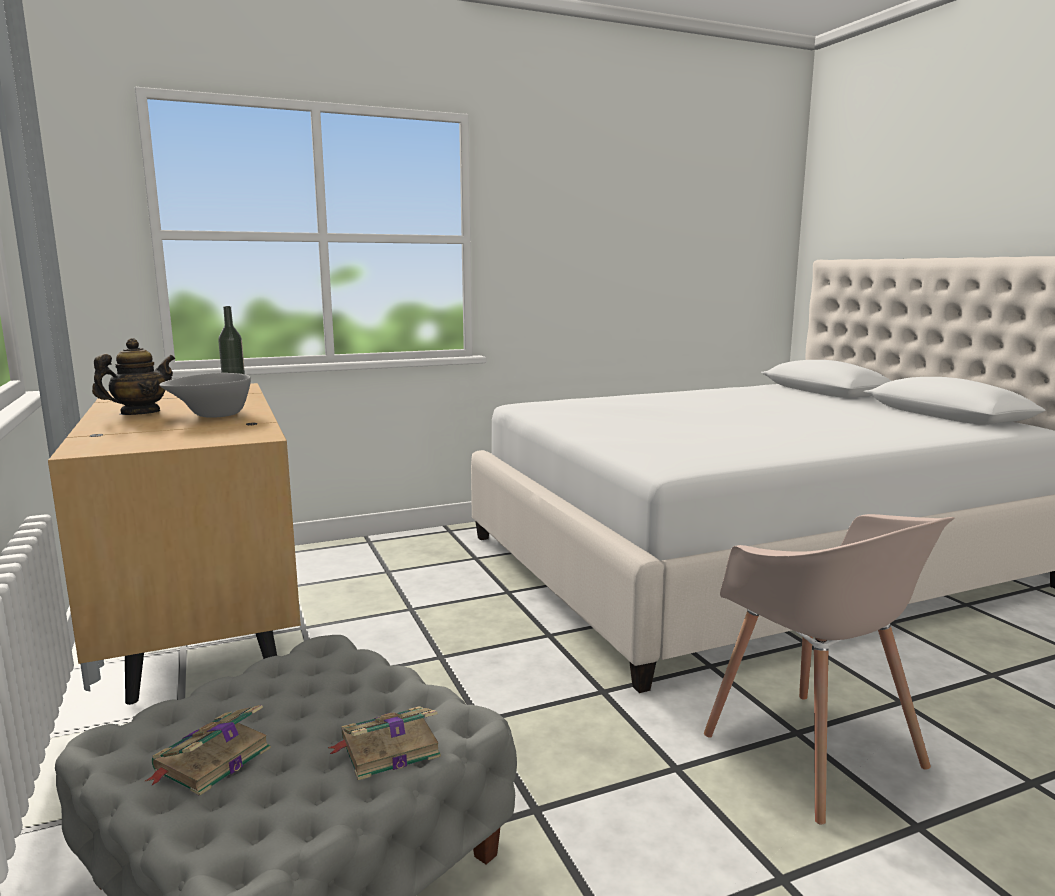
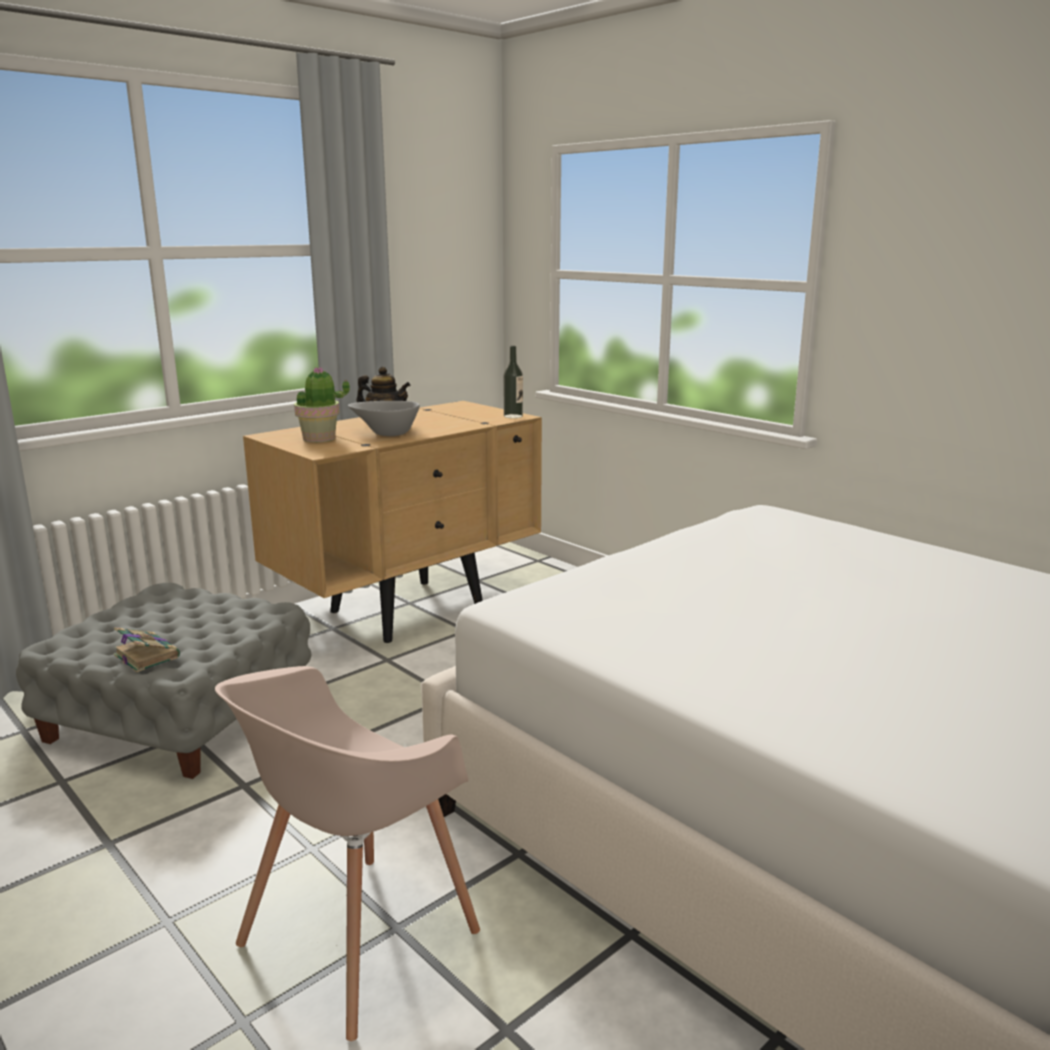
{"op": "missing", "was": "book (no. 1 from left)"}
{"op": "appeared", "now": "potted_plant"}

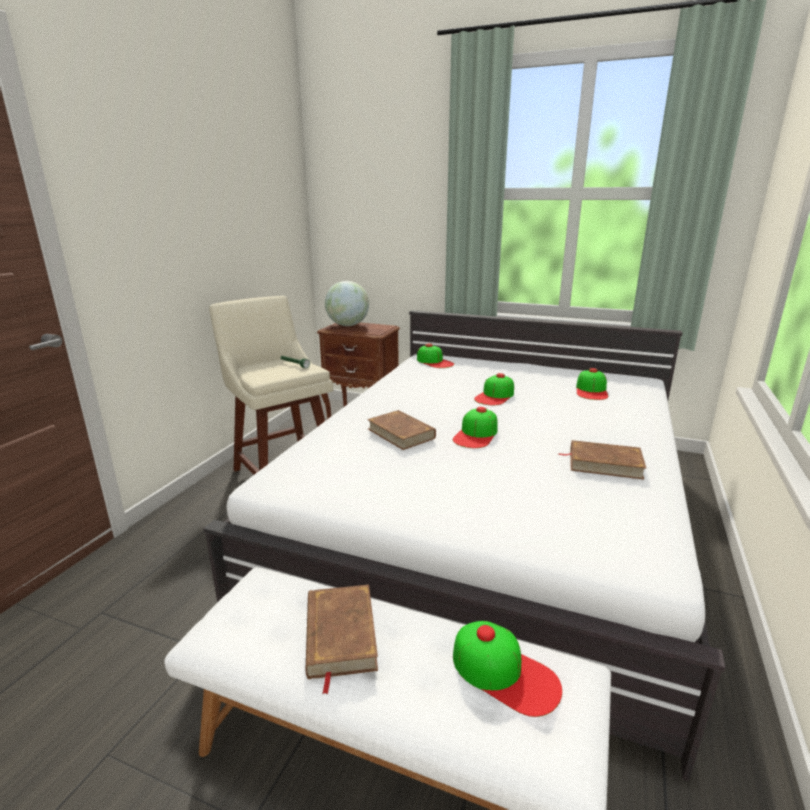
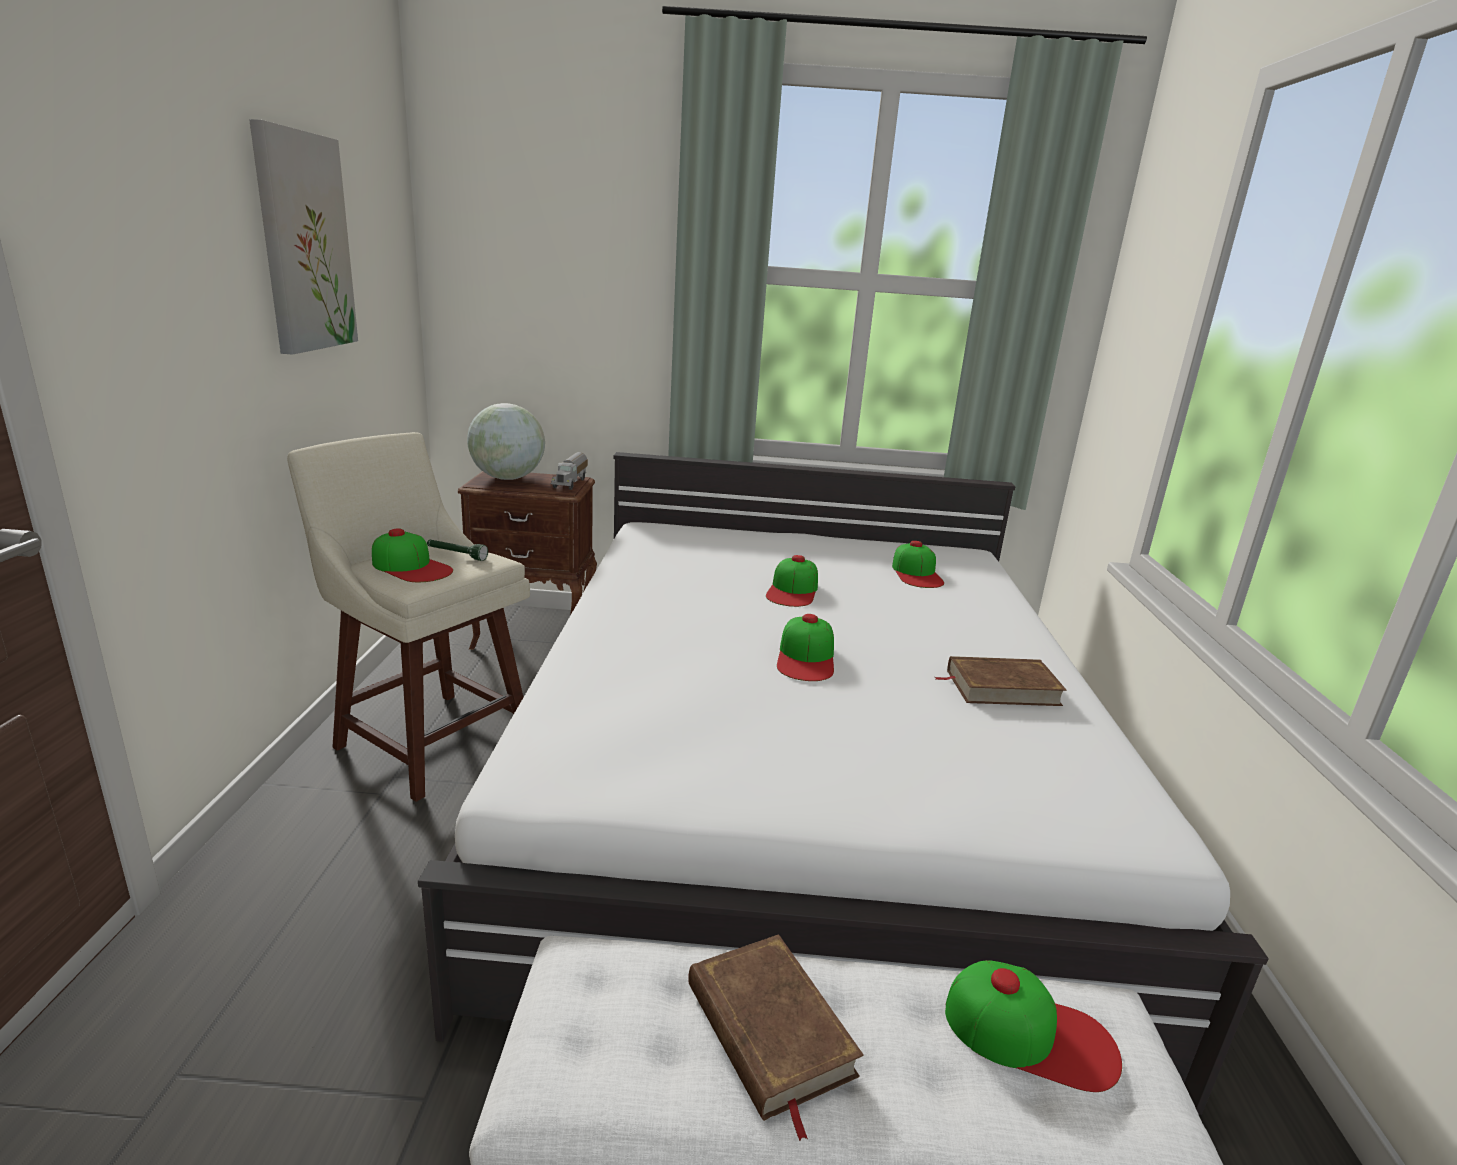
{"op": "missing", "was": "brown_book (no. 2 from left)"}
{"op": "appeared", "now": "wall_picture"}
{"op": "appeared", "now": "model_truck"}
{"op": "relocated", "was": "cap (no. 1 from left)"}

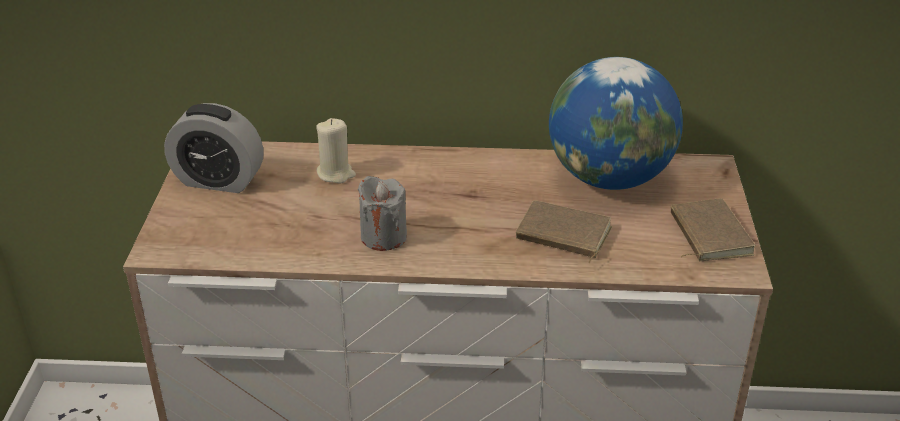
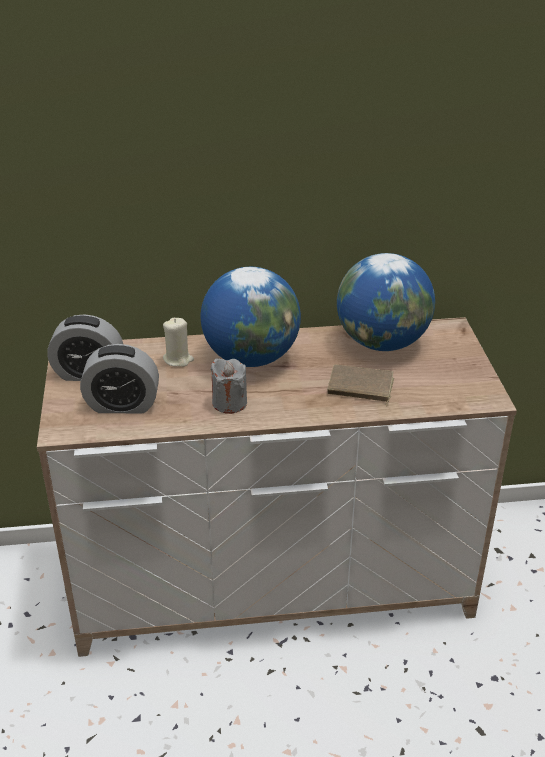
{"op": "missing", "was": "brown_book (no. 2 from left)"}
{"op": "appeared", "now": "alarm_clock (no. 2 from left)"}
{"op": "appeared", "now": "desk_globe (no. 1 from left)"}

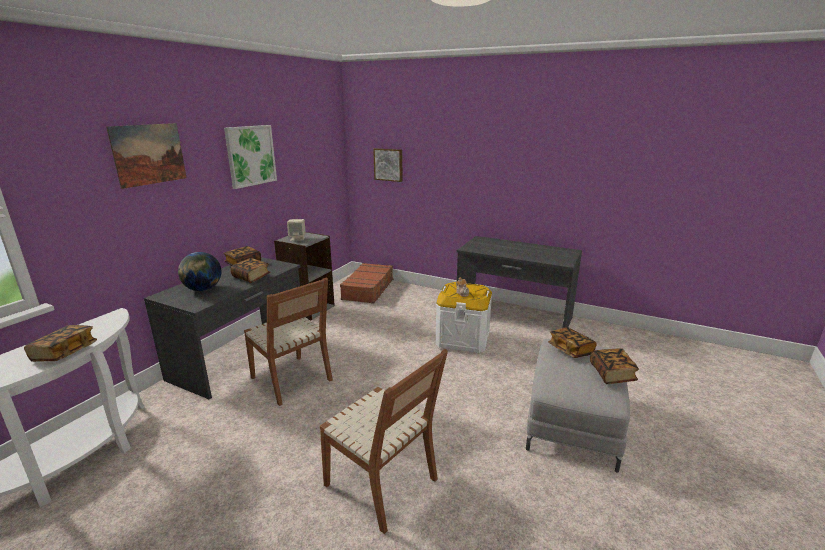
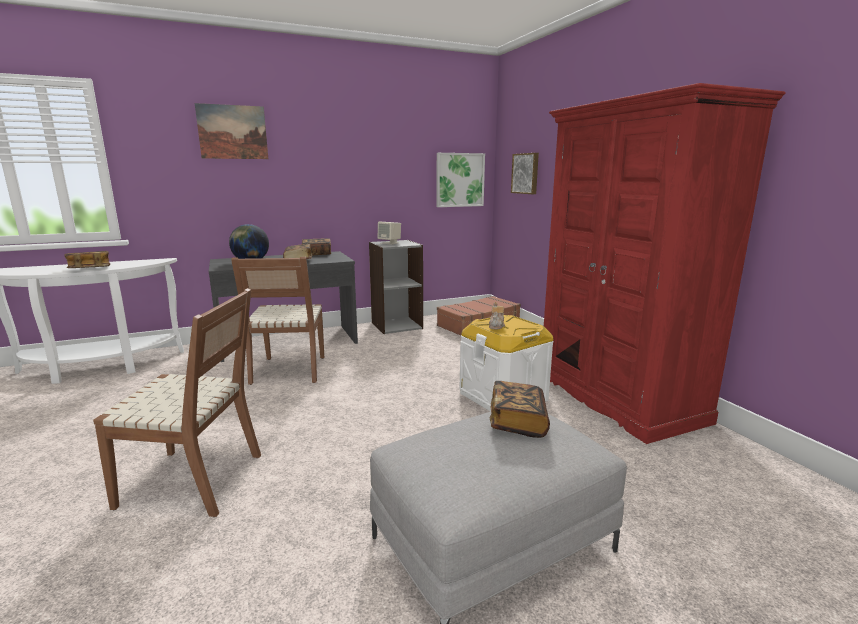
{"op": "missing", "was": "book (no. 5 from left)"}
{"op": "relocated", "was": "wall_picture (no. 2 from left)"}
{"op": "exchanged", "was": "grey_desk_unit (no. 2 from left)", "now": "reddish_armoire"}
{"op": "spun", "was": "plain_chair (no. 2 from left in the first image)", "clockwise": -75}

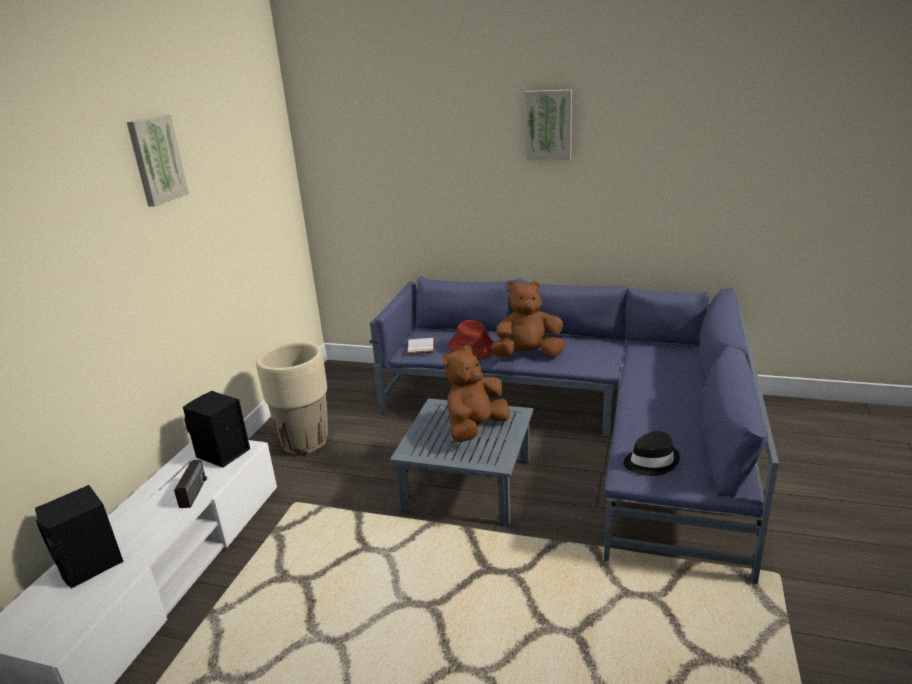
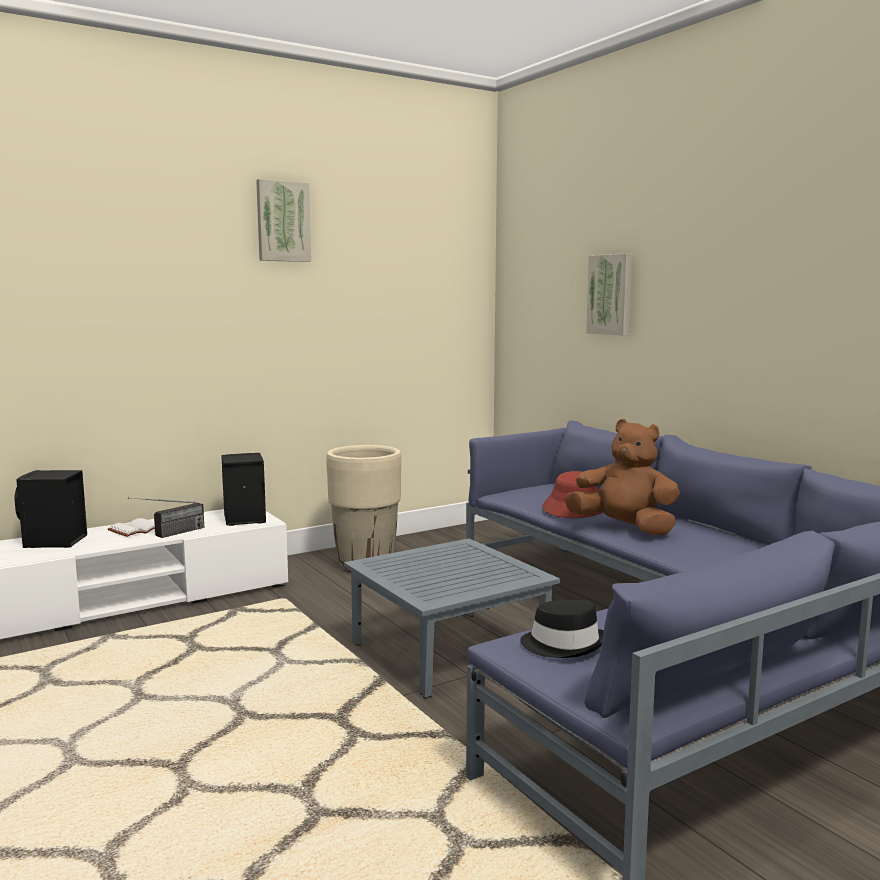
{"op": "missing", "was": "brown_cuddly_toy (no. 1 from left)"}
{"op": "relocated", "was": "whitish_book"}
{"op": "relocated", "was": "wall_picture (no. 2 from left)"}

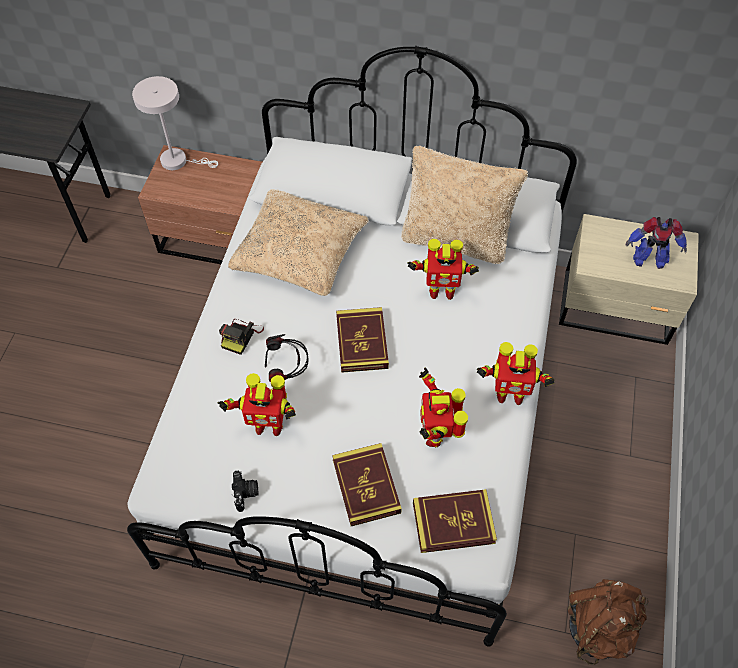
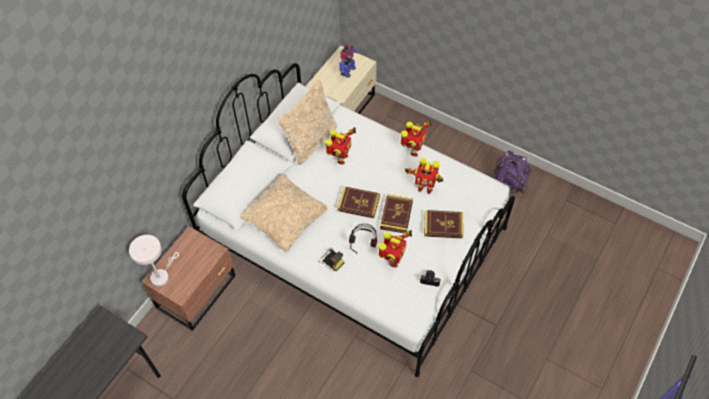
{"op": "relocated", "was": "book (no. 3 from left in the first image)", "now": "book (no. 2 from left)"}
{"op": "colour", "was": "brown_knapsack", "now": "purple_knapsack"}

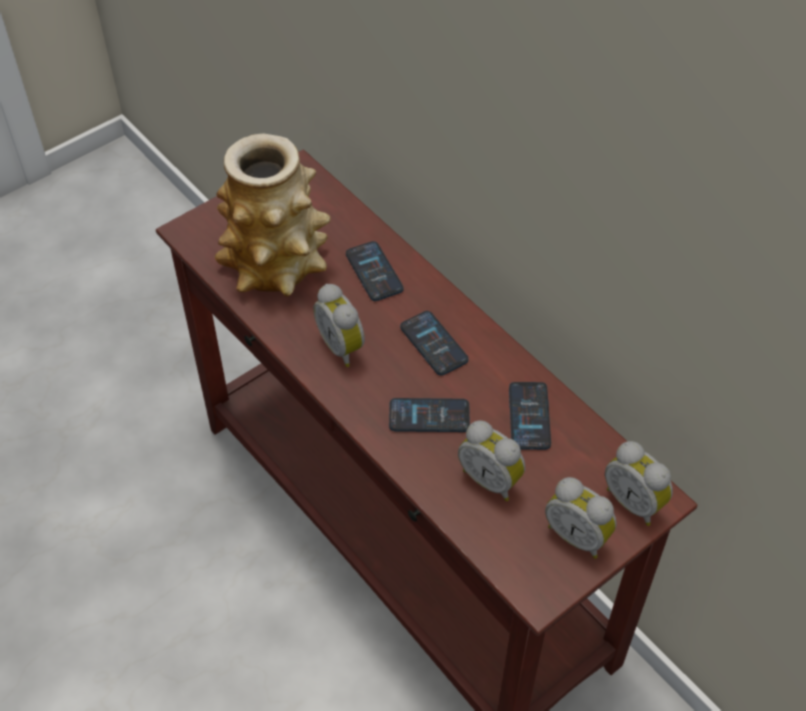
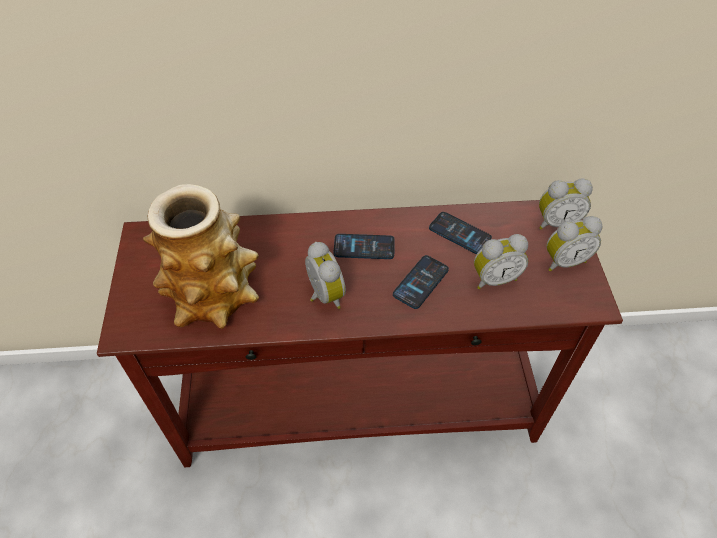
{"op": "missing", "was": "phone (no. 1 from left)"}
{"op": "spun", "was": "alarm_clock (no. 1 from left)", "clockwise": -120}

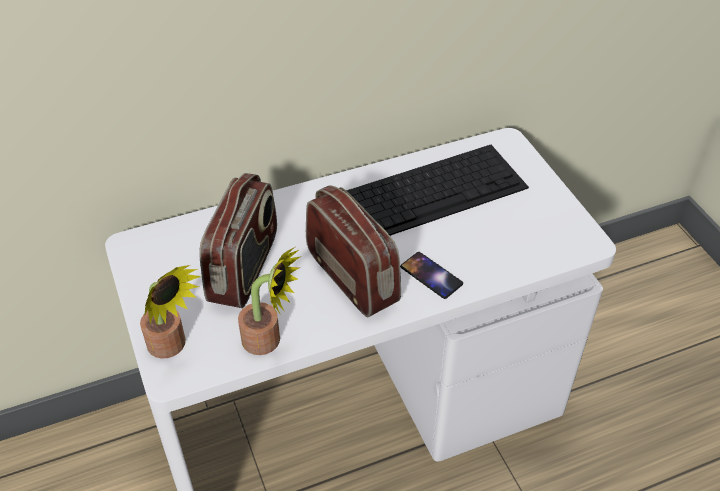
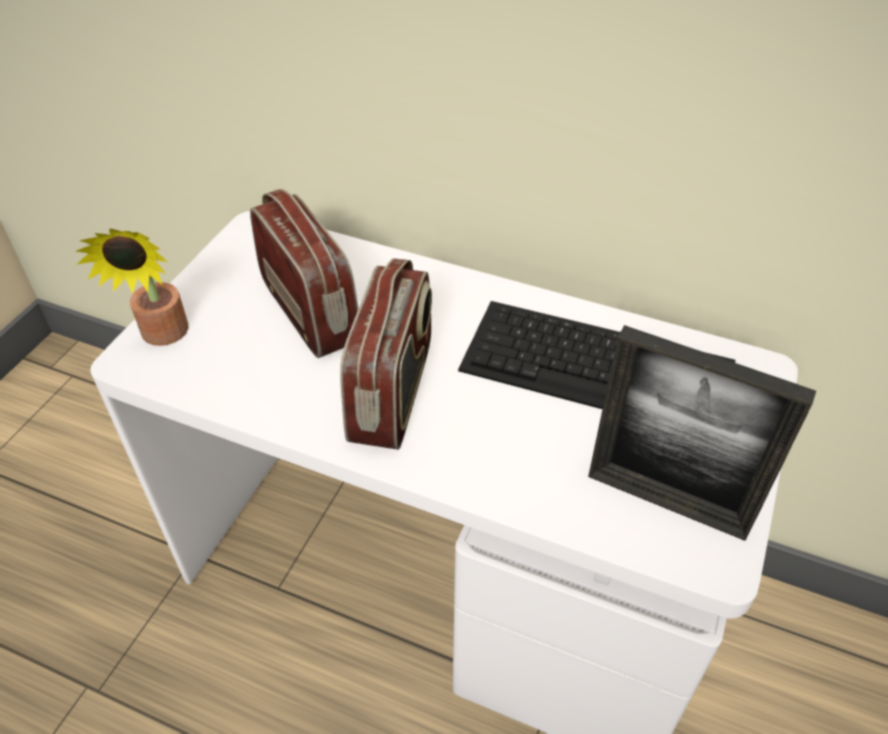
{"op": "missing", "was": "potted_plant (no. 2 from left)"}
{"op": "missing", "was": "phone"}
{"op": "appeared", "now": "standing_frame"}
{"op": "spun", "was": "radio_receiver (no. 1 from left)", "clockwise": -90}

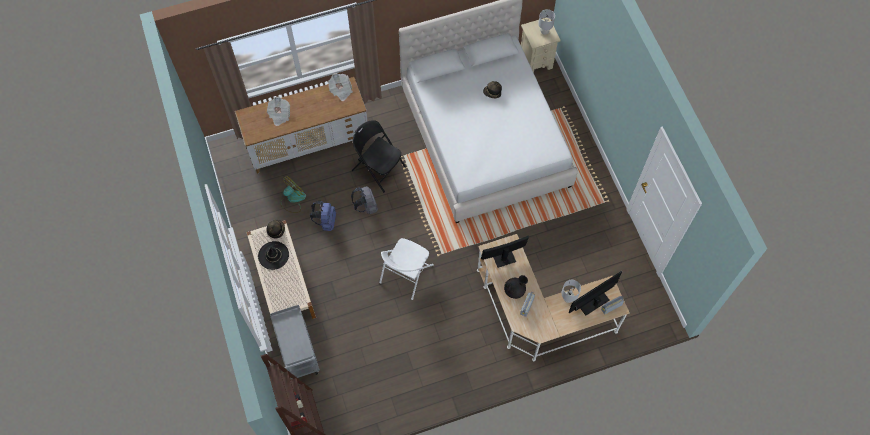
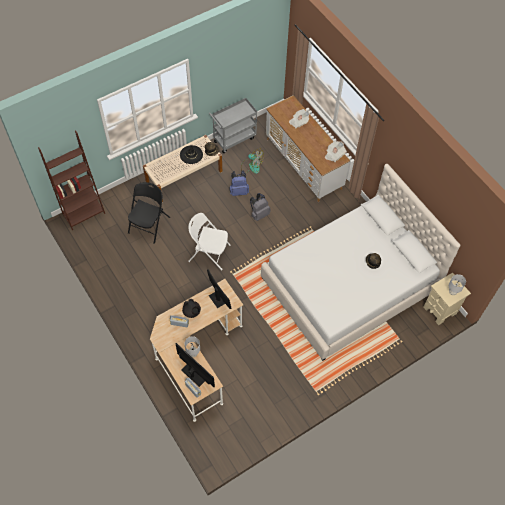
{"op": "relocated", "was": "grey_wheeled_cart"}
{"op": "relocated", "was": "black-coloured_plain_chair"}

